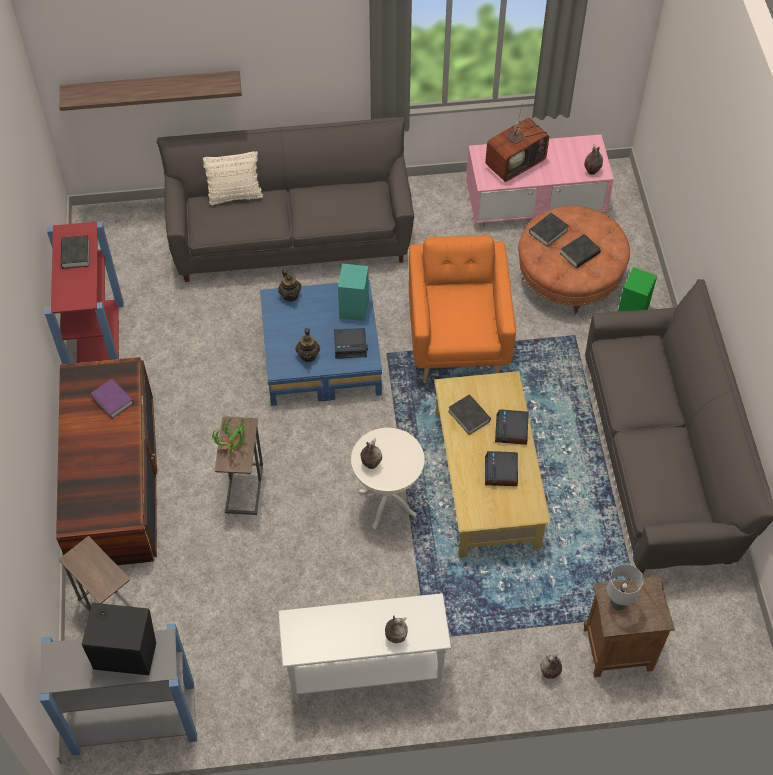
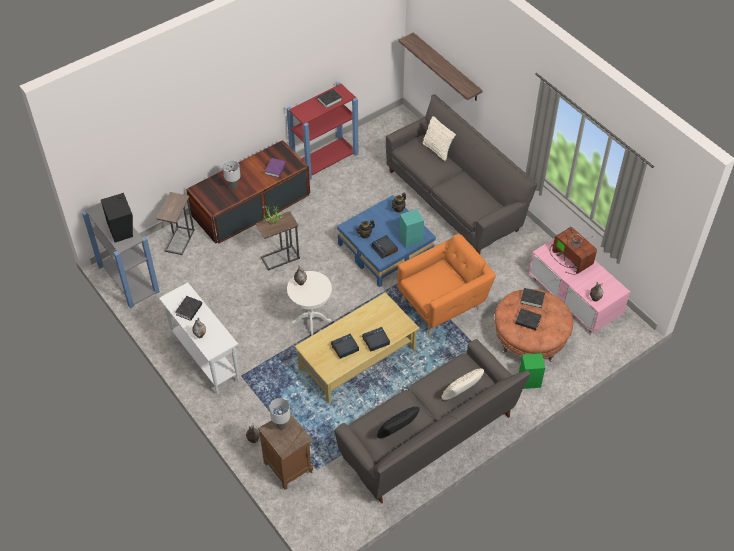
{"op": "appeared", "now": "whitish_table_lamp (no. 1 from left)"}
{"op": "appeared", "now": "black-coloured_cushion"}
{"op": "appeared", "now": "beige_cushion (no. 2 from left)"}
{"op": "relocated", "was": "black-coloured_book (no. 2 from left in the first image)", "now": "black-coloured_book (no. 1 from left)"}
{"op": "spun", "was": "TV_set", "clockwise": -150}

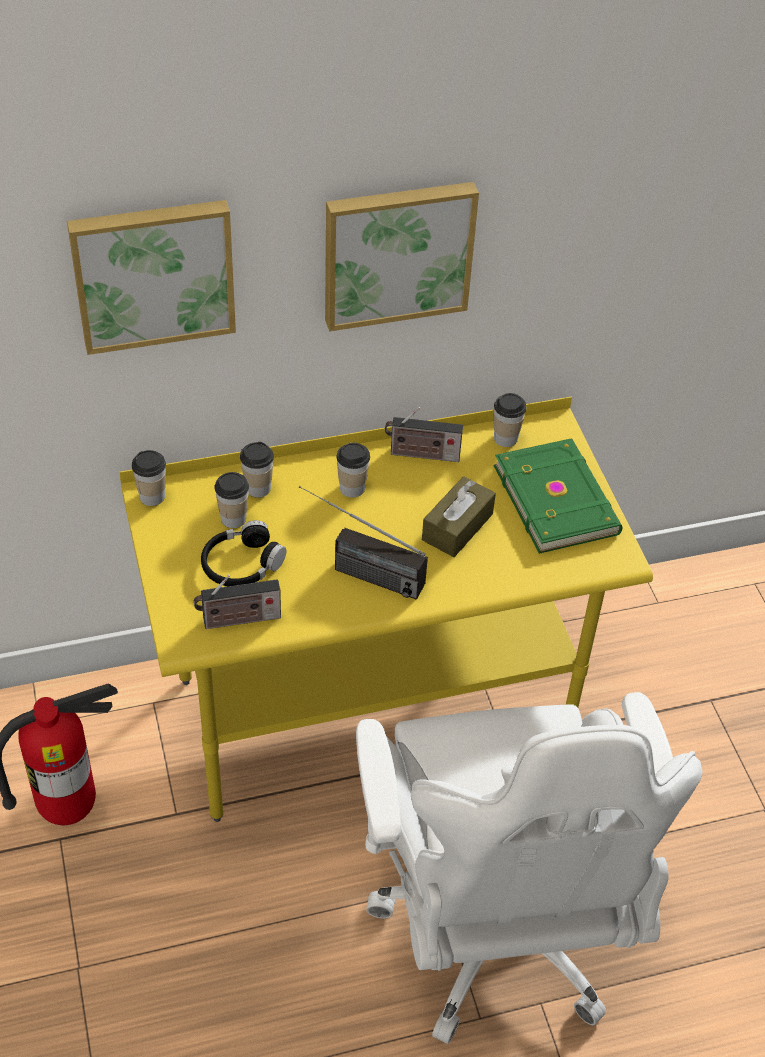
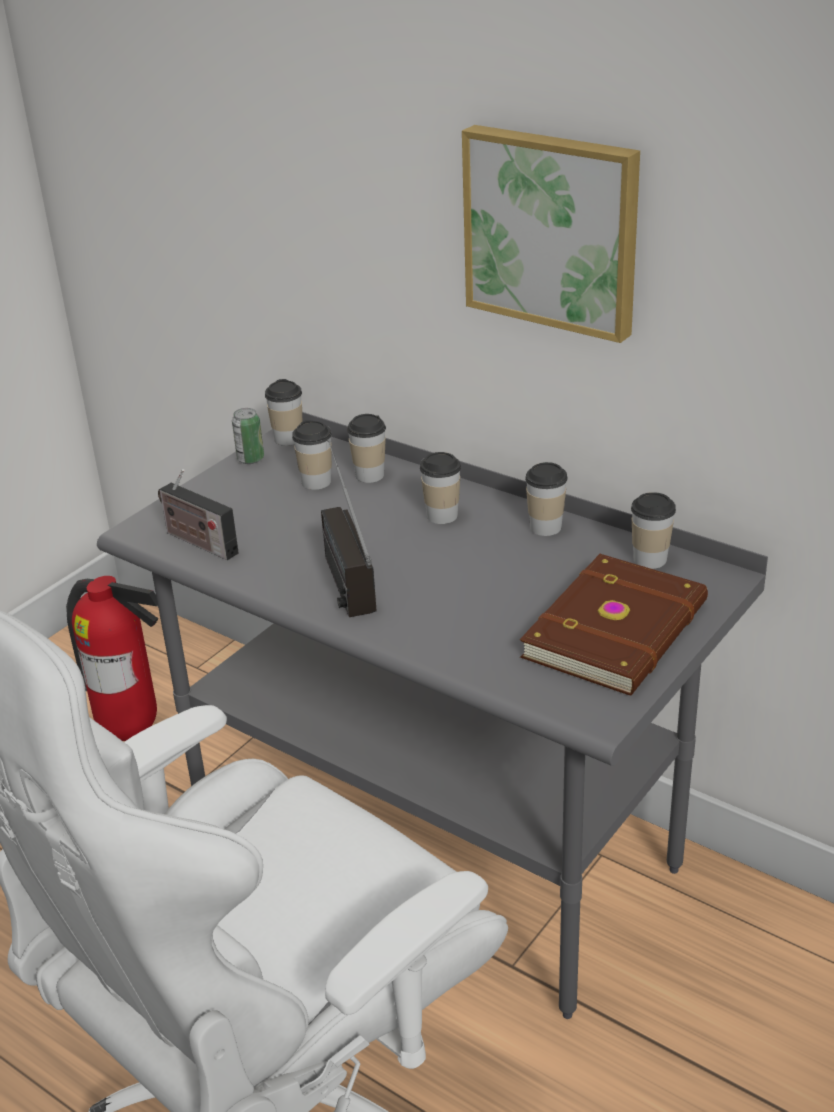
{"op": "missing", "was": "wall_picture (no. 1 from left)"}
{"op": "missing", "was": "black-coloured_headset"}
{"op": "missing", "was": "brown_tissue_holder"}
{"op": "appeared", "now": "sealed_can"}
{"op": "exchanged", "was": "radio_receiver (no. 3 from left)", "now": "small_cup (no. 5 from left)"}
{"op": "colour", "was": "yellowish_desk_unit", "now": "grey_desk_unit"}
{"op": "colour", "was": "green-coloured_book", "now": "brown_book"}

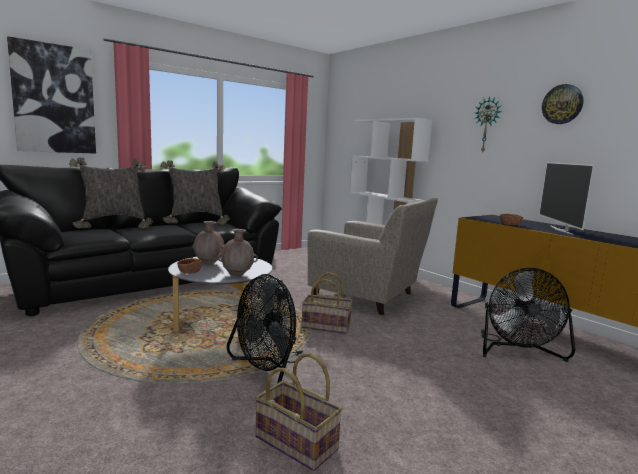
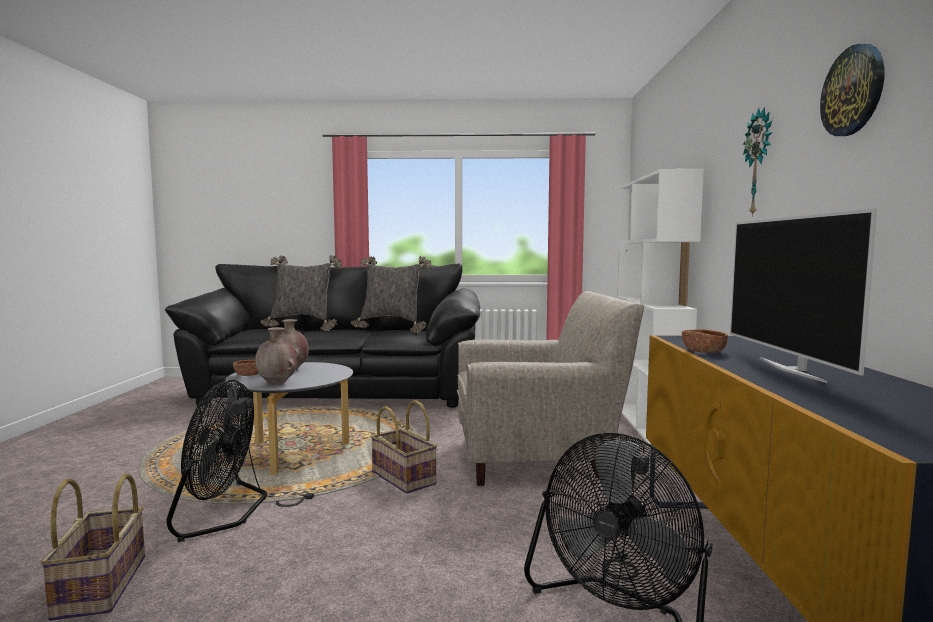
{"op": "missing", "was": "wall_picture"}
{"op": "spun", "was": "beige_easy_chair", "clockwise": -75}
{"op": "spun", "was": "TV_set", "clockwise": -45}

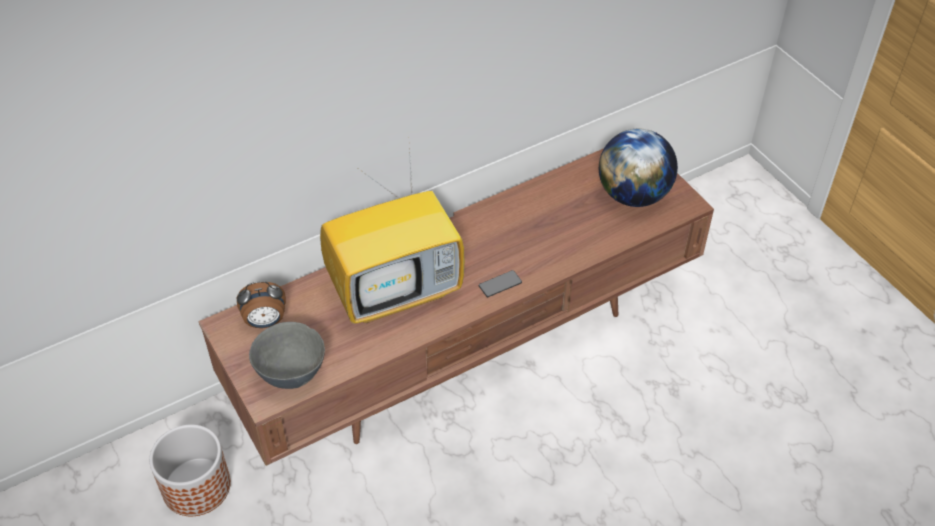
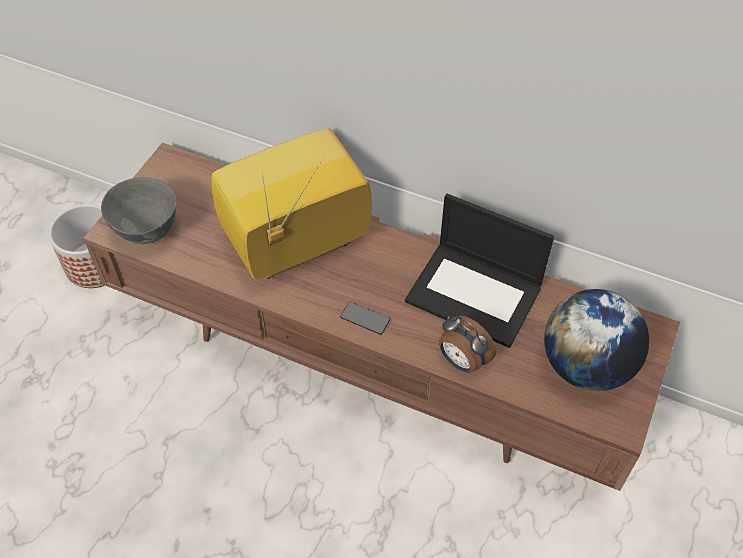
{"op": "appeared", "now": "notebook_computer"}
{"op": "relocated", "was": "alarm_clock"}
{"op": "spun", "was": "TV_set", "clockwise": 120}

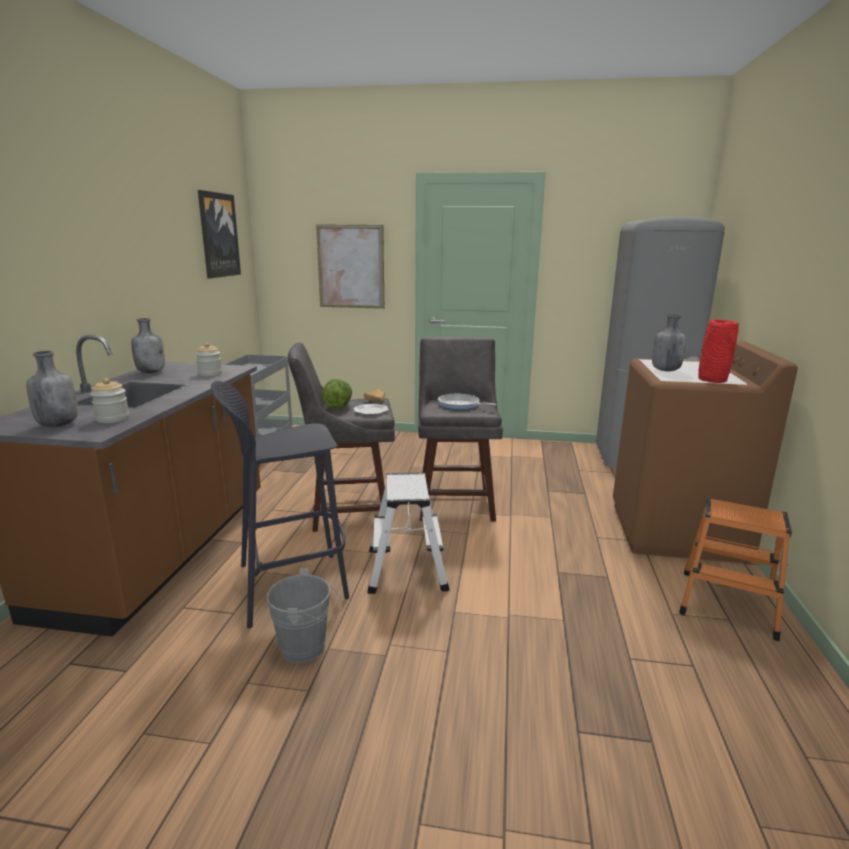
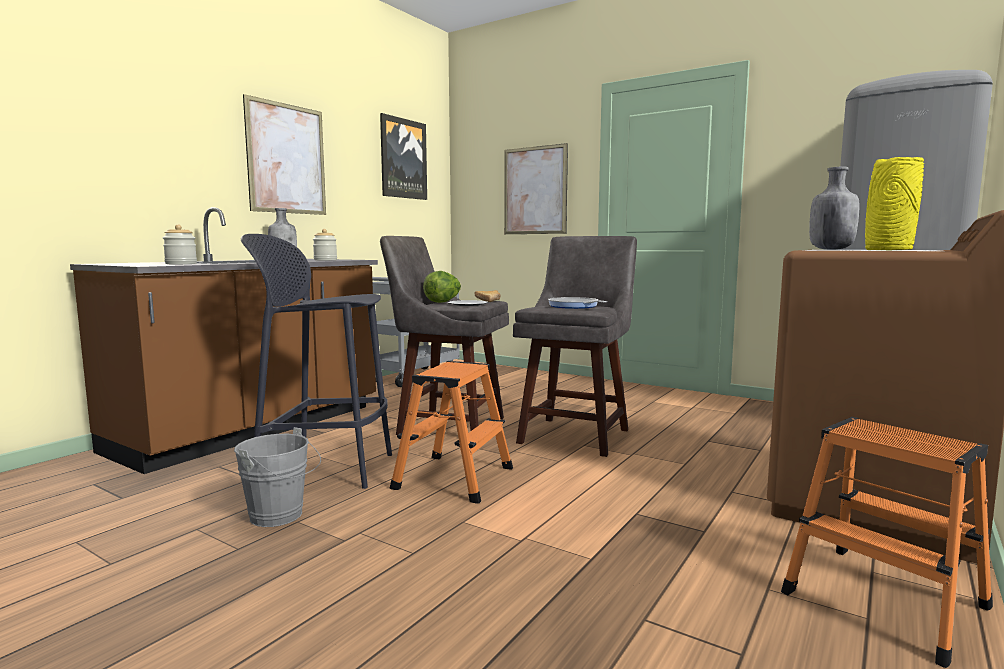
{"op": "missing", "was": "grey_beverage_bottle (no. 1 from left)"}
{"op": "appeared", "now": "wall_picture (no. 1 from left)"}
{"op": "colour", "was": "whitish_step_ladder", "now": "orangey_step_ladder (no. 1 from left)"}
{"op": "colour", "was": "reddish_flower_vase", "now": "yellowish_flower_vase"}

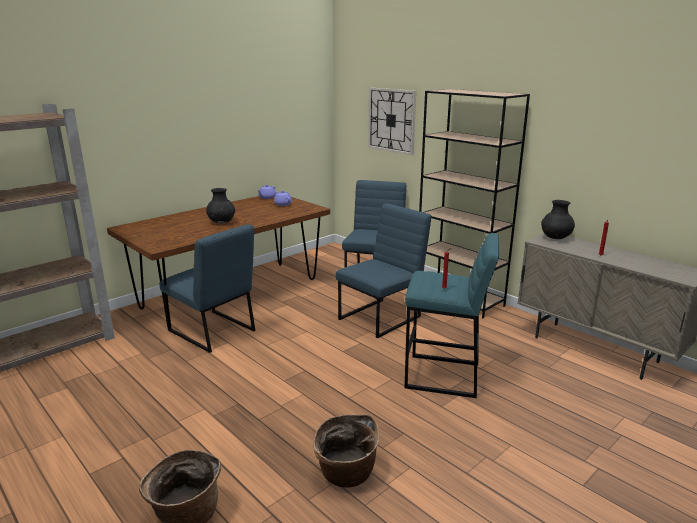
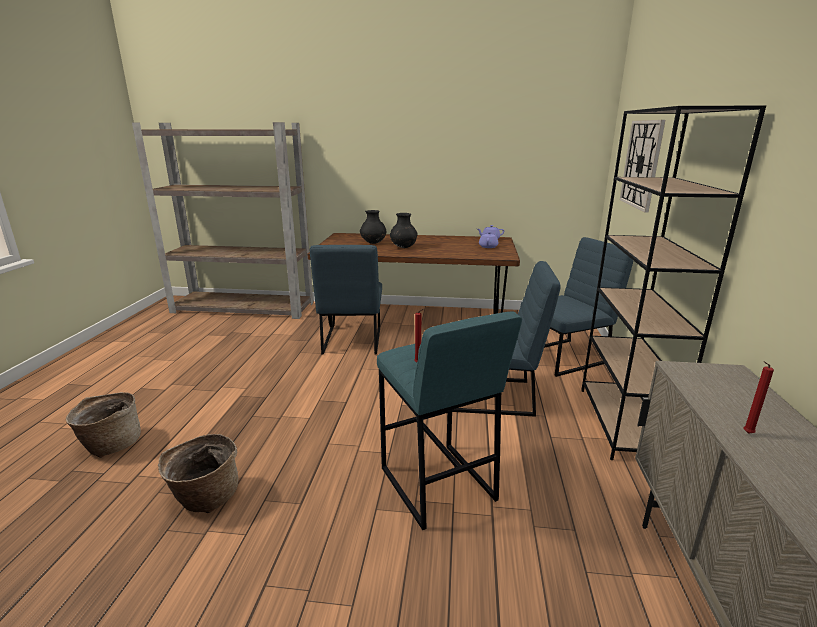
{"op": "relocated", "was": "black-coloured_flower_vase (no. 2 from left in the first image)", "now": "black-coloured_flower_vase (no. 1 from left)"}

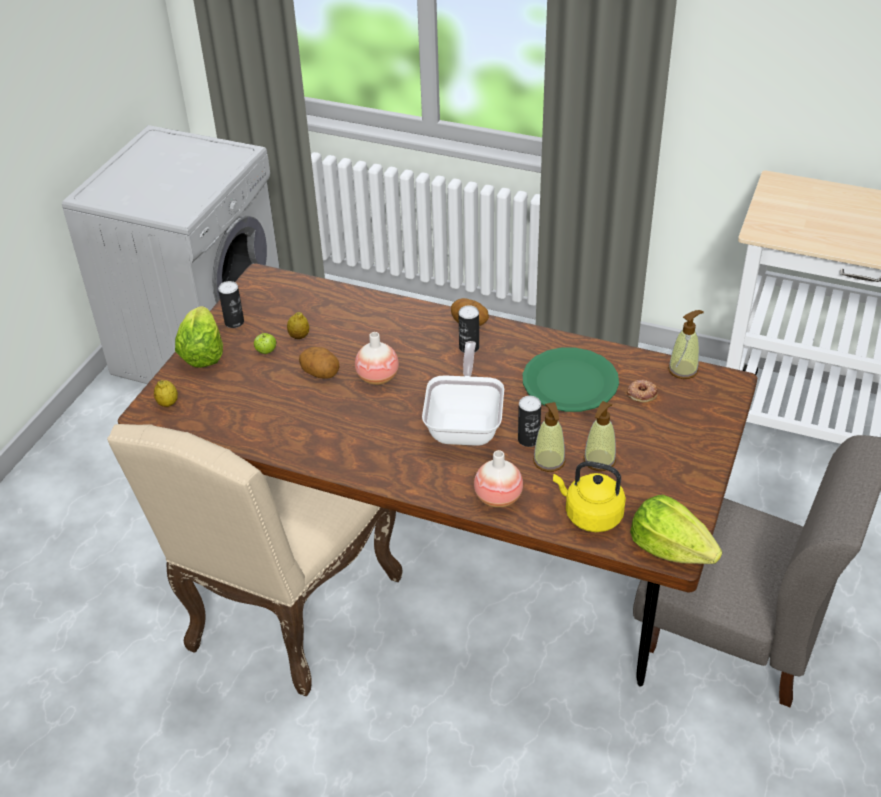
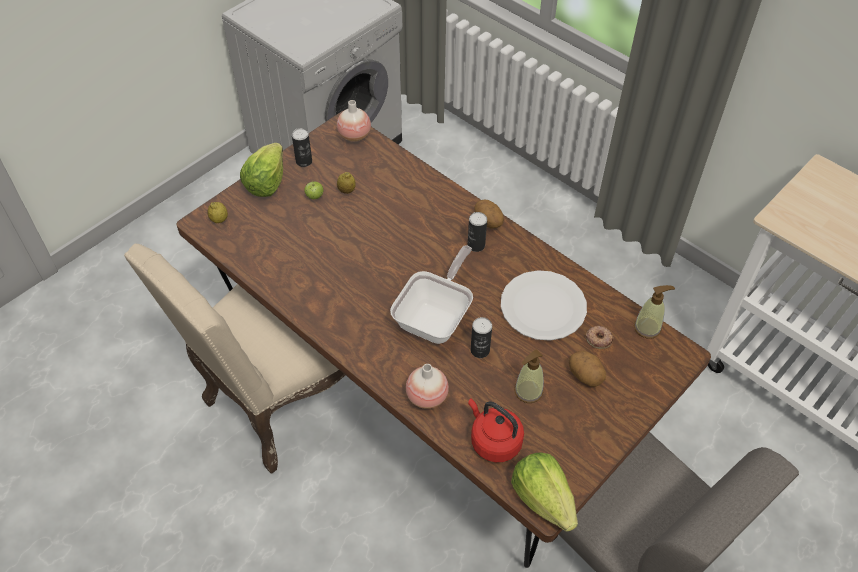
{"op": "missing", "was": "soap_bottle (no. 1 from left)"}
{"op": "relocated", "was": "spud (no. 1 from left in the first image)", "now": "spud (no. 2 from left)"}
{"op": "relocated", "was": "flower_vase (no. 1 from left)"}
{"op": "colour", "was": "green-coloured_flat_dish", "now": "whitish_flat_dish"}
{"op": "colour", "was": "yellowish_water_kettle", "now": "reddish_water_kettle"}

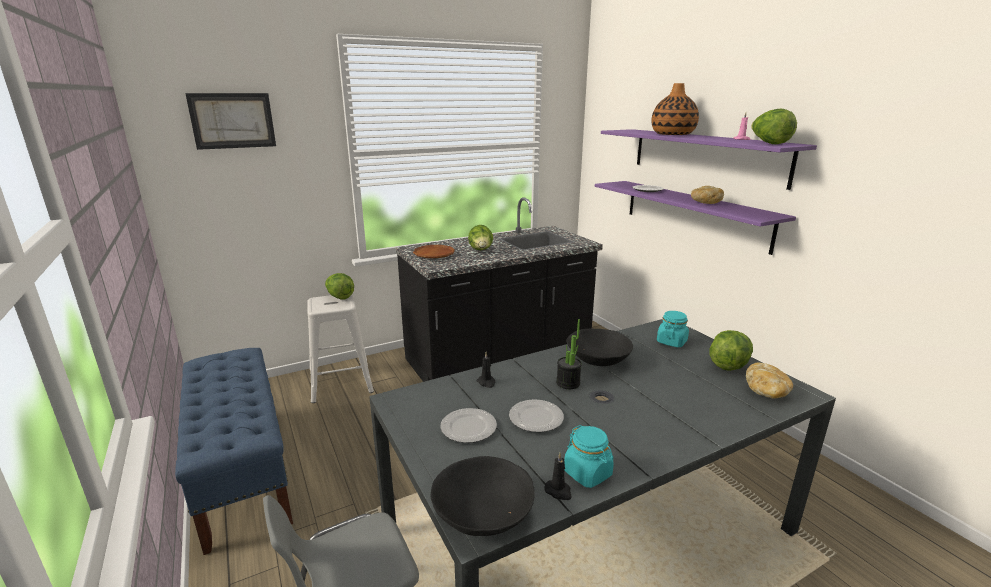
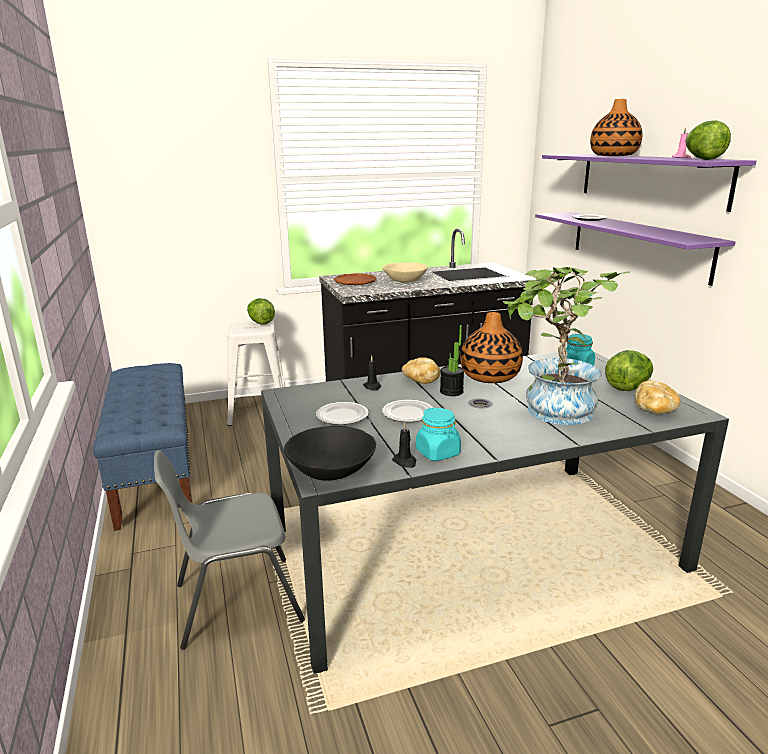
{"op": "missing", "was": "wall_picture"}
{"op": "appeared", "now": "potted_plant (no. 2 from left)"}
{"op": "relocated", "was": "bread (no. 1 from left)"}
{"op": "exchanged", "was": "lettuce (no. 2 from left)", "now": "beige_bowl"}
{"op": "exchanged", "was": "black-coloured_bowl (no. 2 from left)", "now": "flower_vase (no. 1 from left)"}

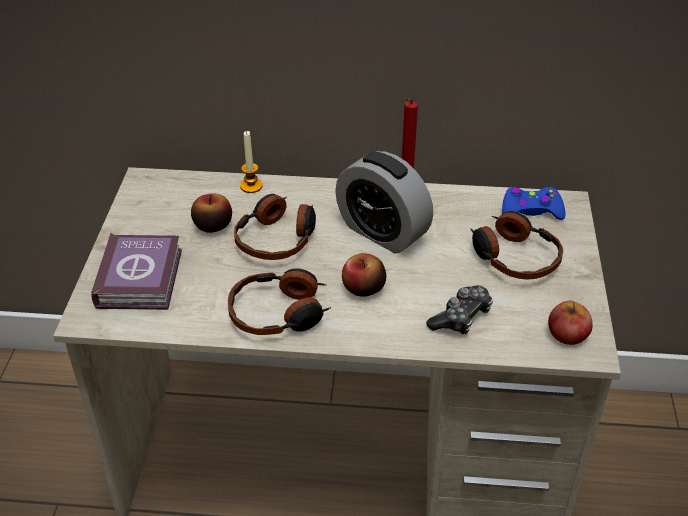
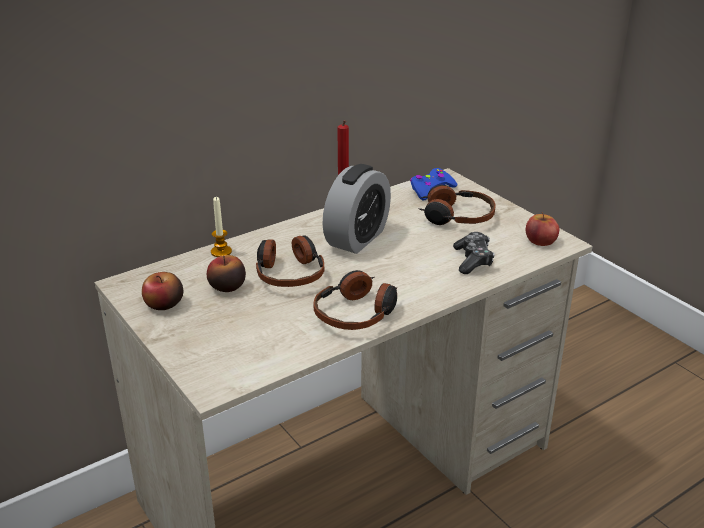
{"op": "missing", "was": "book"}
{"op": "relocated", "was": "apple (no. 2 from left in the first image)", "now": "apple (no. 1 from left)"}
{"op": "spun", "was": "alarm_clock", "clockwise": -60}

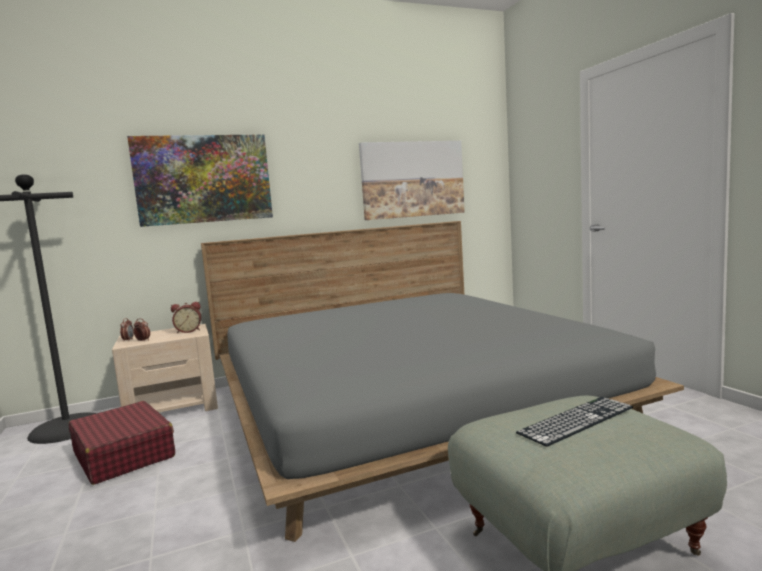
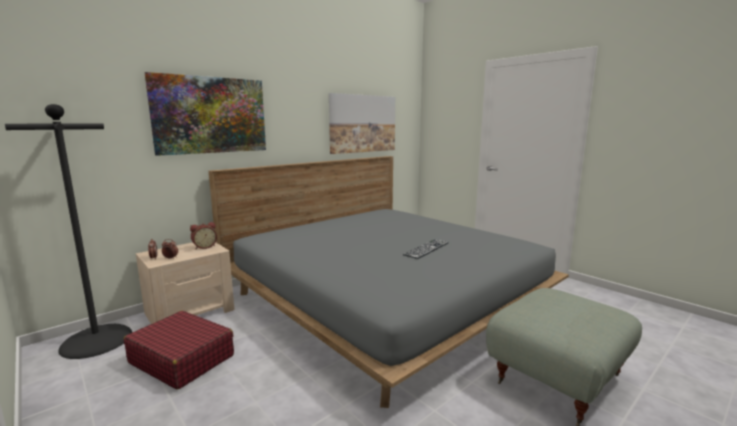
{"op": "relocated", "was": "keyboard"}

